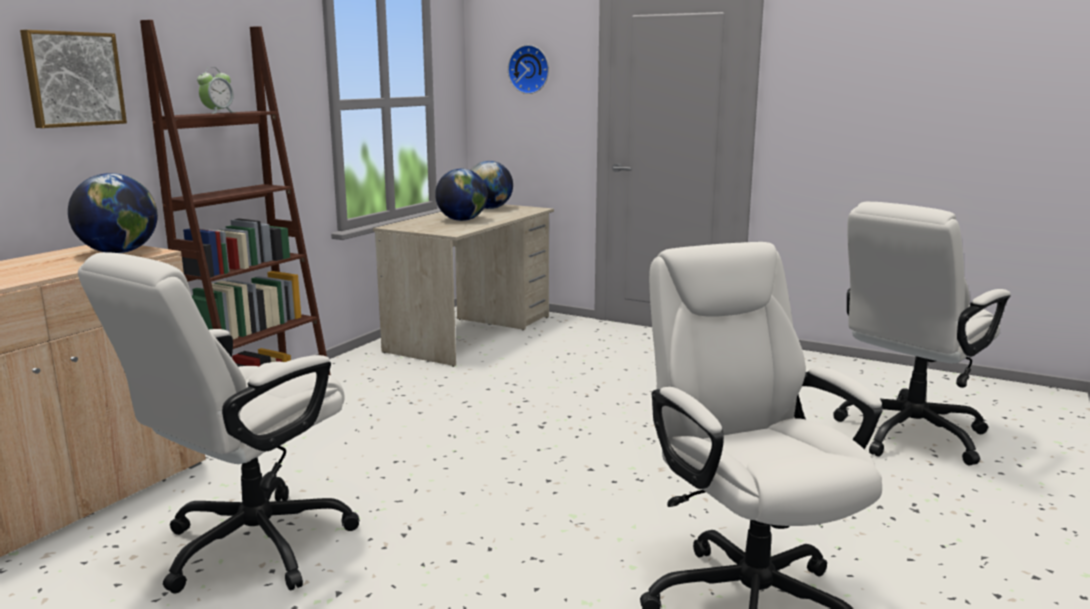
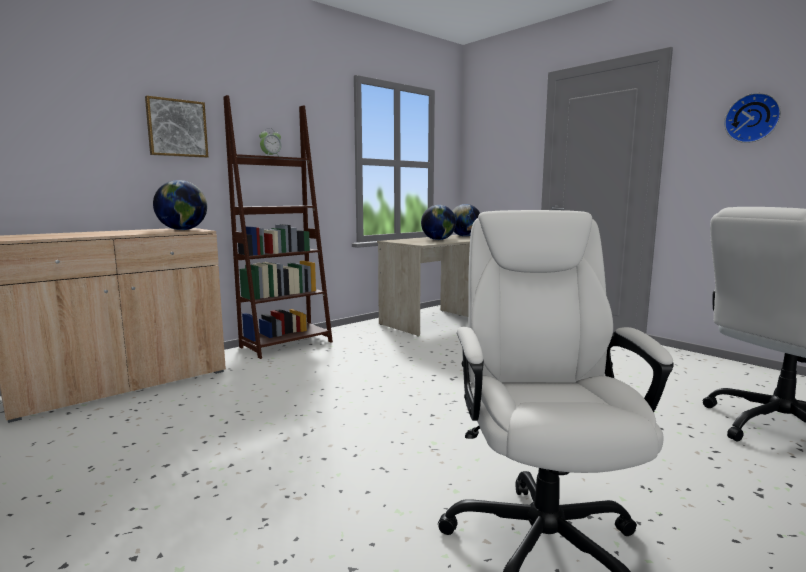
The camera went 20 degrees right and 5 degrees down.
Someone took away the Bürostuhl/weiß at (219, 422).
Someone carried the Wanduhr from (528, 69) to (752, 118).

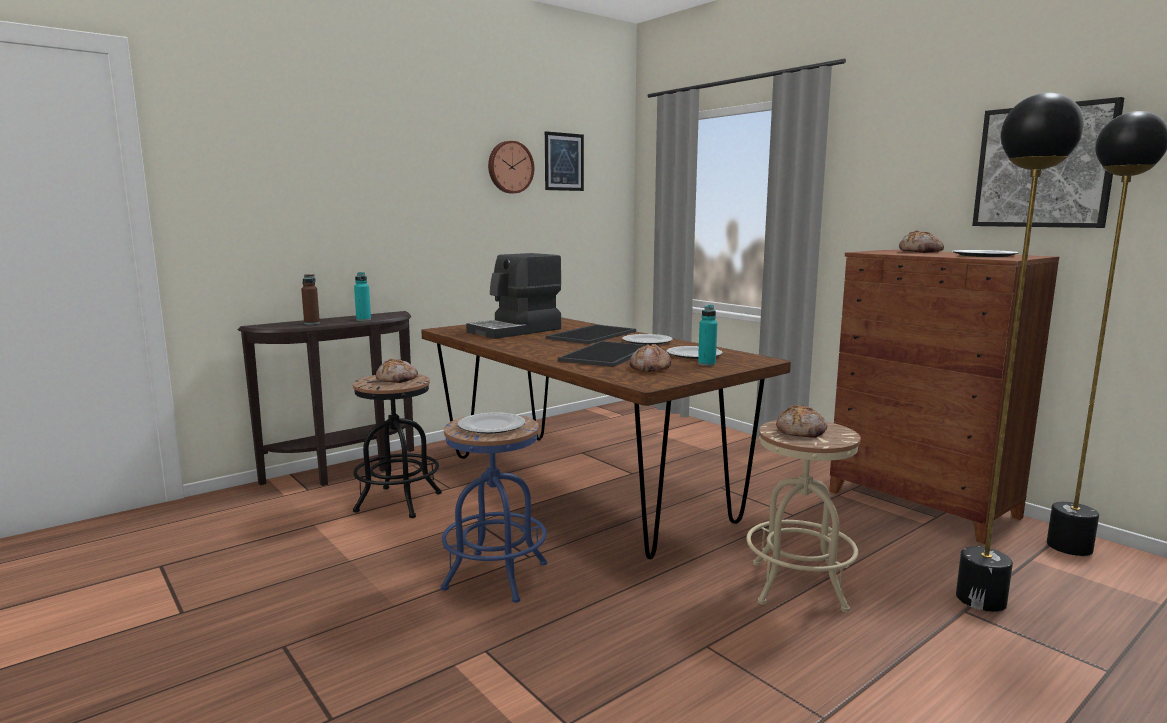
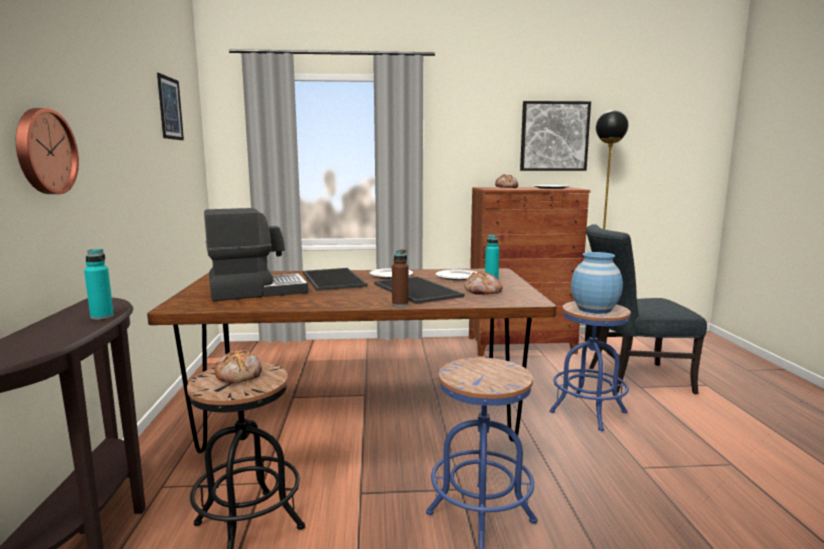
The camera went 55 degrees left and 0 degrees up.
Someone carried the Flasche/braun from (310, 299) to (400, 278).
Someone took away the Teller at (492, 423).
Someone rotated the Kaffeemaschine at (513, 296) by 105 degrees counterclockwise.
Someone carried the Wanduhr from (511, 166) to (47, 151).
Someone repainted the Hocker/beige at (803, 516), which became the Hocker/blau at (590, 366).
Someone swapped the Brot at (801, 421) for the Vase/blau at (597, 283).
Someone swapped the Stehlampe/schwarz at (1020, 352) for the Stuhl/grau at (646, 309).

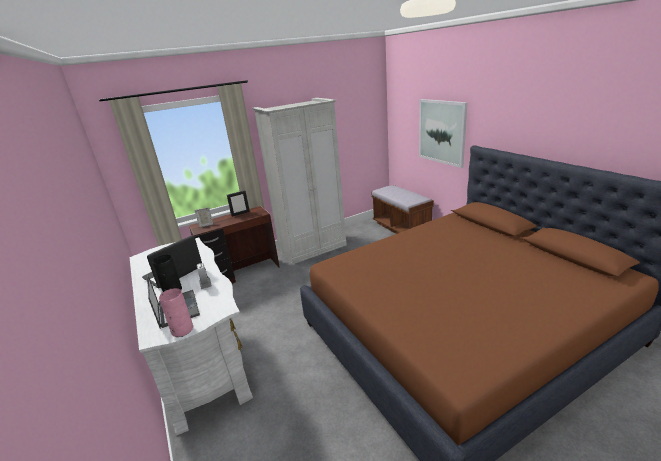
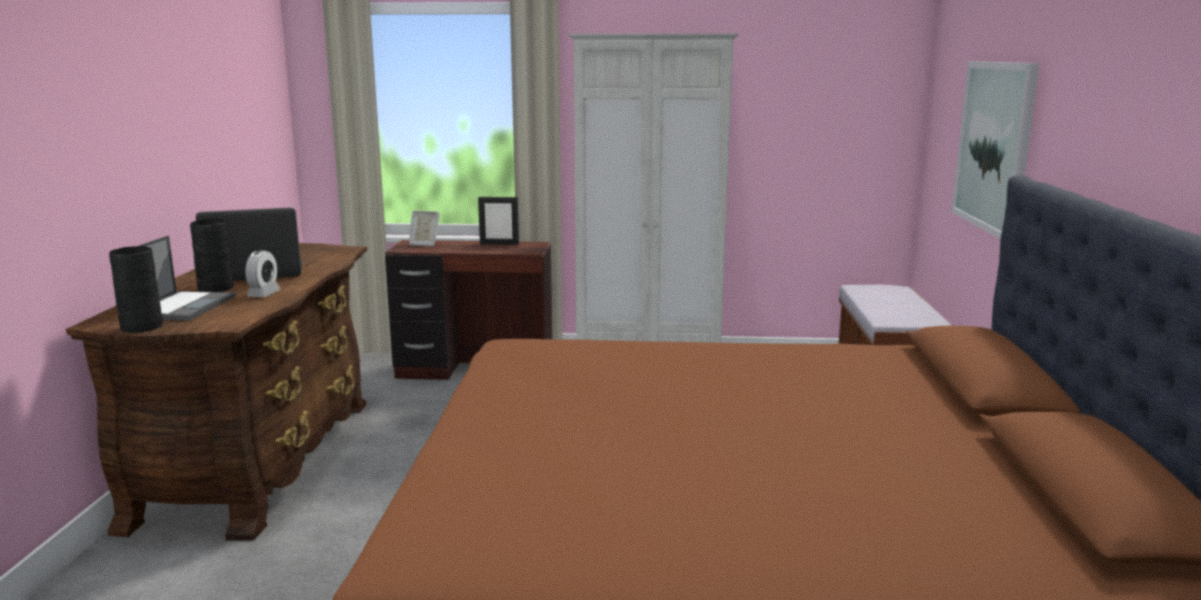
The camera went 30 degrees right and 10 degrees down.
Someone repainted the Kommode/weiß at (191, 336), which became the Kommode/braun at (217, 392).
Someone repainted the Vase/rosa at (176, 312), which became the Vase/schwarz at (136, 289).

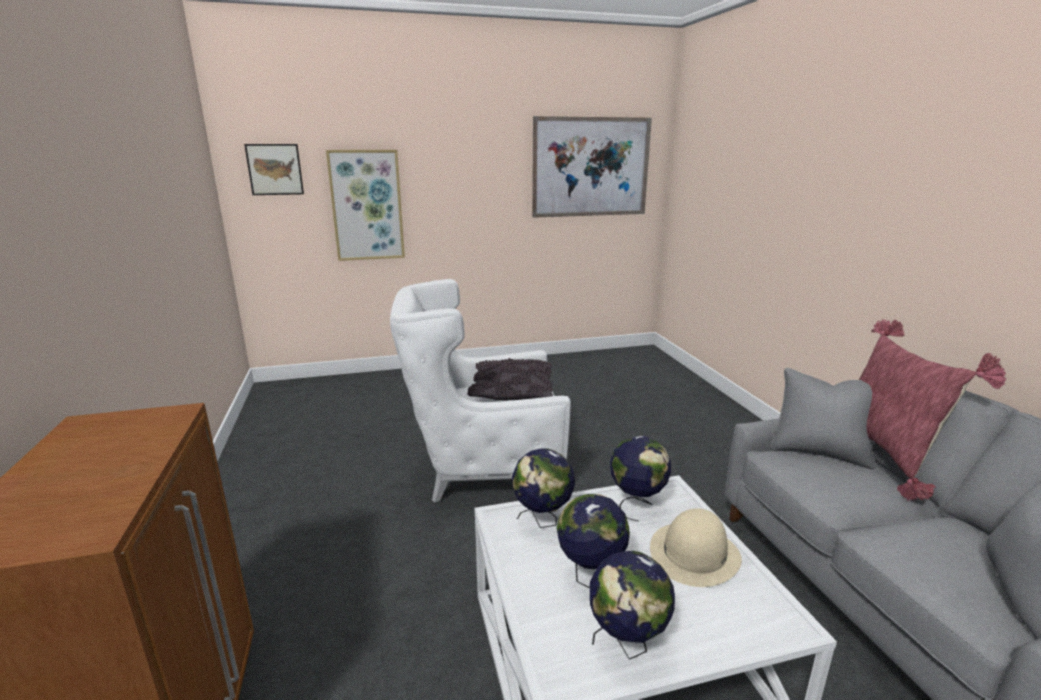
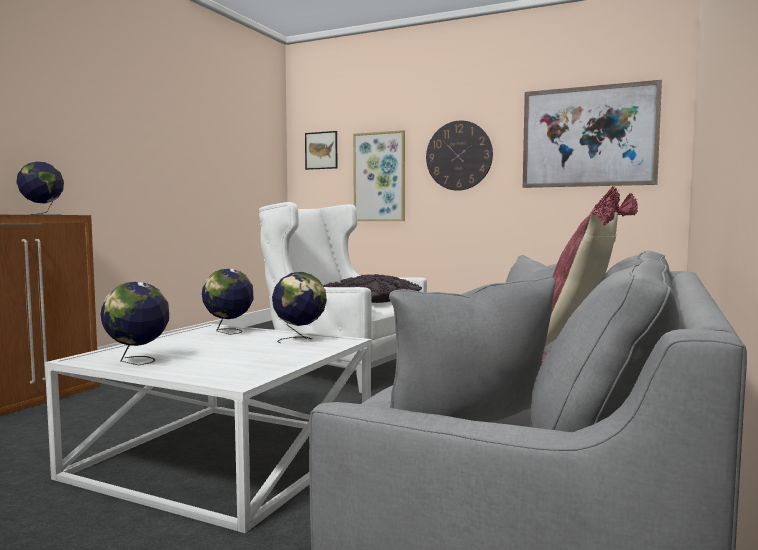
The camera went 40 degrees right and 15 degrees down.
Someone carried the Globus from (593, 541) to (40, 188).
Someone took away the Hut/beige at (696, 547).
Someone put up the Wanduhr at (459, 155).

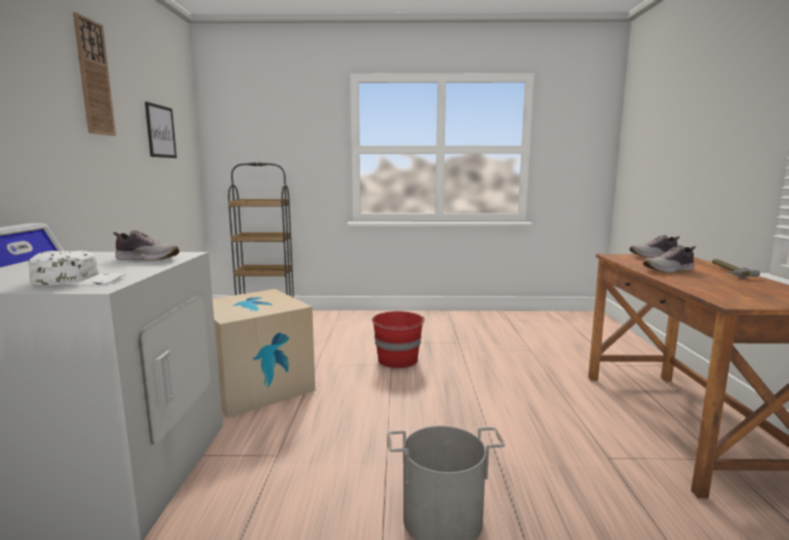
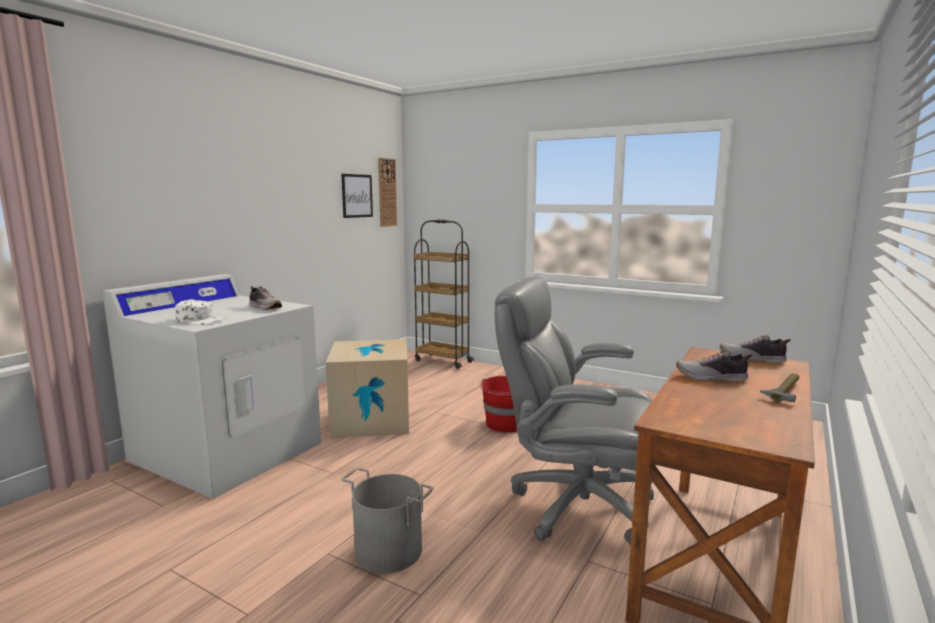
The camera went 30 degrees right and 0 degrees up.
Someone carried the Wanduhr from (94, 74) to (387, 192).
Someone put down the Bürostuhl/grau at (574, 411).

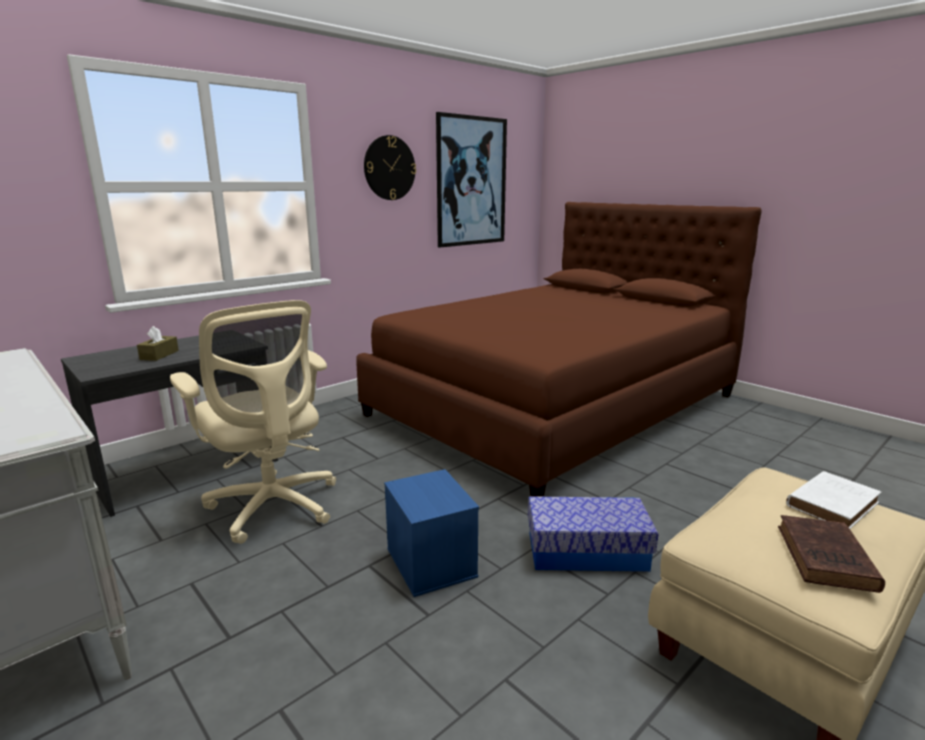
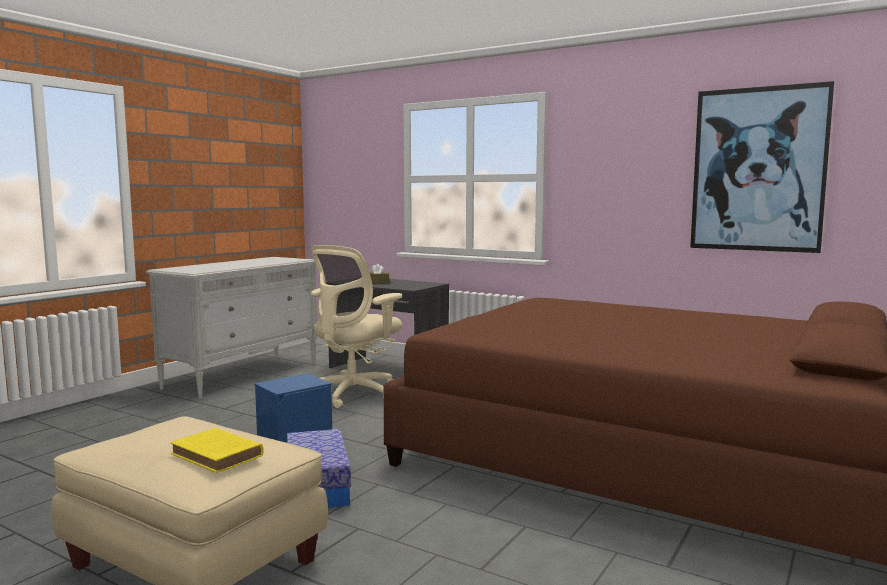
The camera went 75 degrees right and 10 degrees down.
Someone took away the Wanduhr at (390, 167).
Someone took away the Buch/braun at (831, 554).
Someone repainted the Buch/weiß at (833, 500), which became the Buch/gelb at (217, 450).

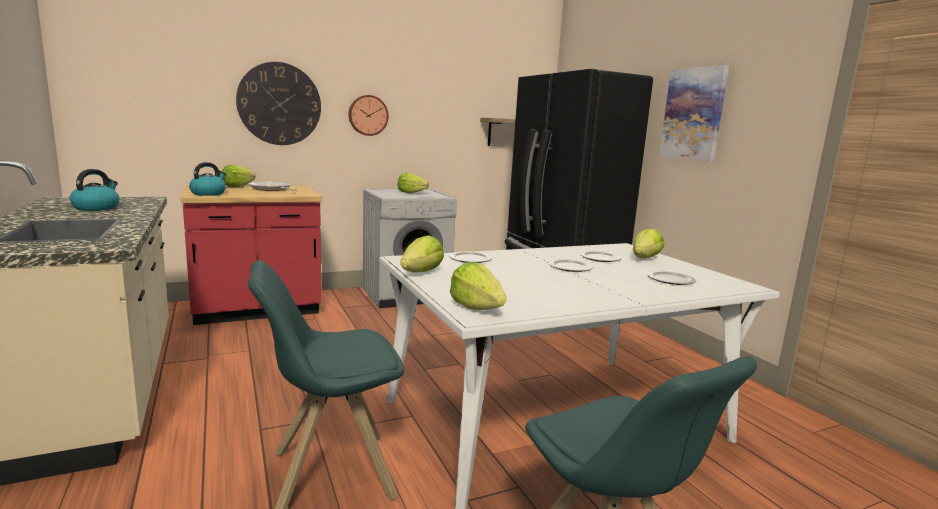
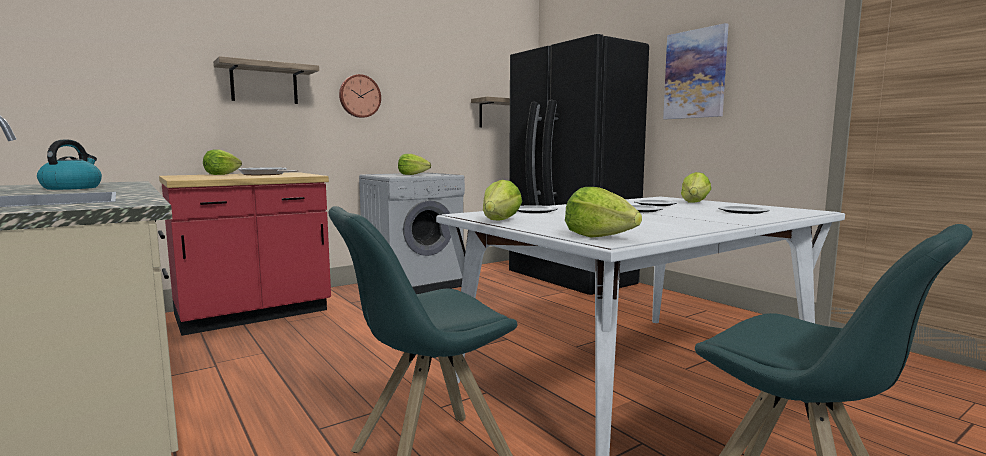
The camera went 10 degrees left and 5 degrees down.
Someone took away the Wasserkessel at (207, 179).
Someone swapped the Wanduhr at (278, 103) for the Wandregal at (266, 80).

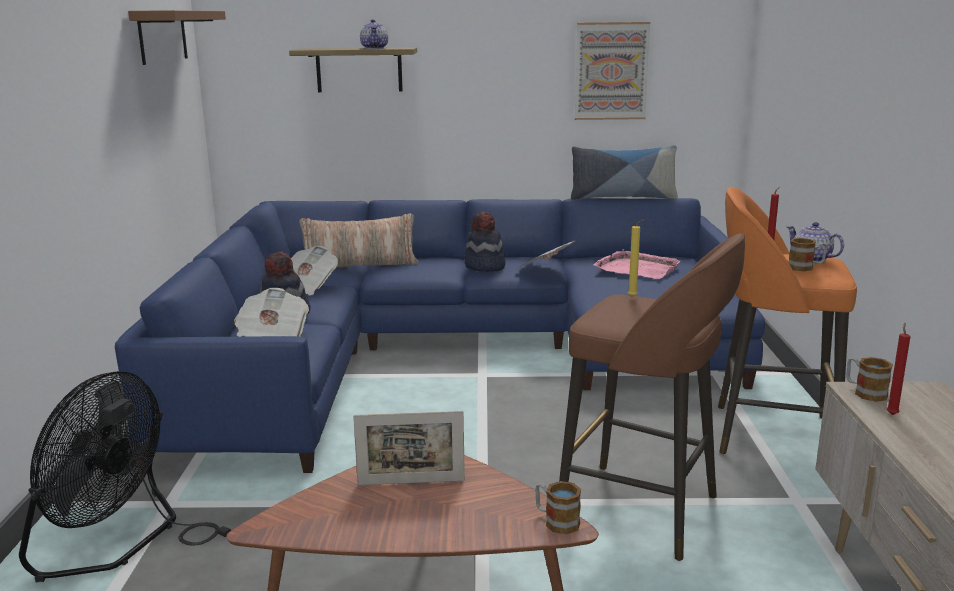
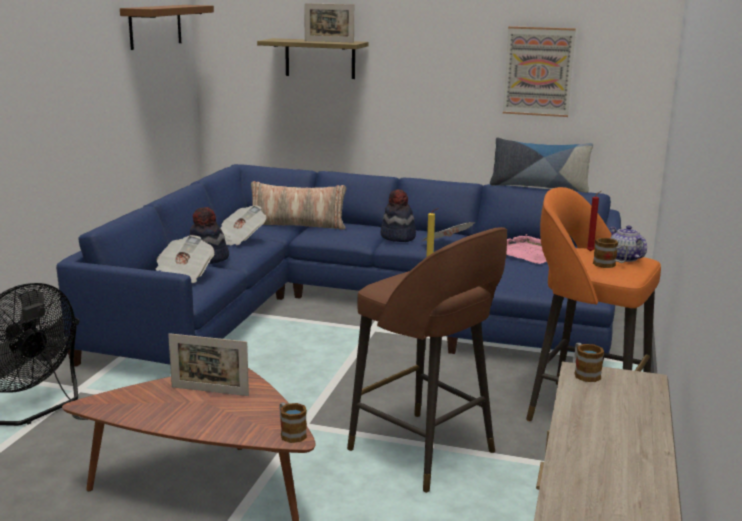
The camera went 15 degrees right and 0 degrees up.
Someone swapped the Teekanne at (374, 34) for the Bilderrahmen at (329, 23).
Someone took away the Kerze/rot at (898, 369).

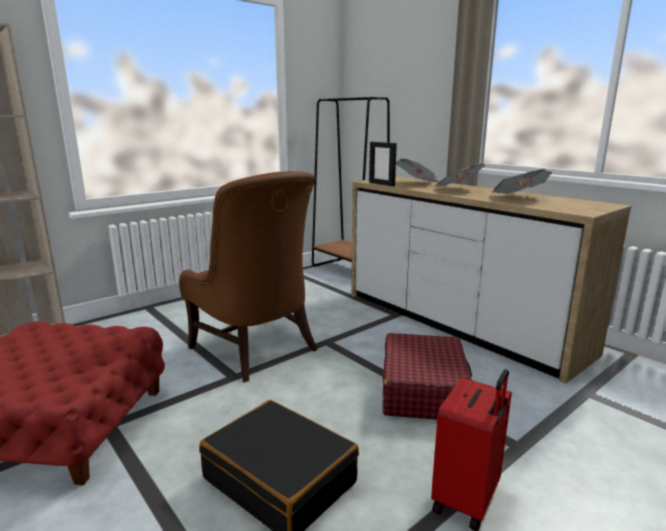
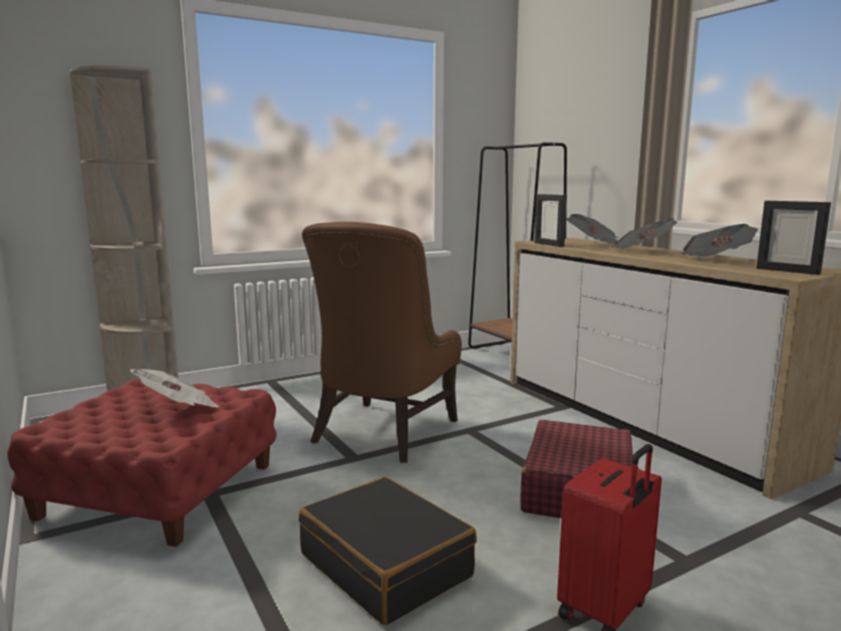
The camera went 10 degrees right and 5 degrees down.
Someone rotated the Stuhl/braun at (248, 276) by 60 degrees clockwise.
Someone put down the Zeitung at (174, 388).
Someone put down the Bilderrahmen at (793, 238).

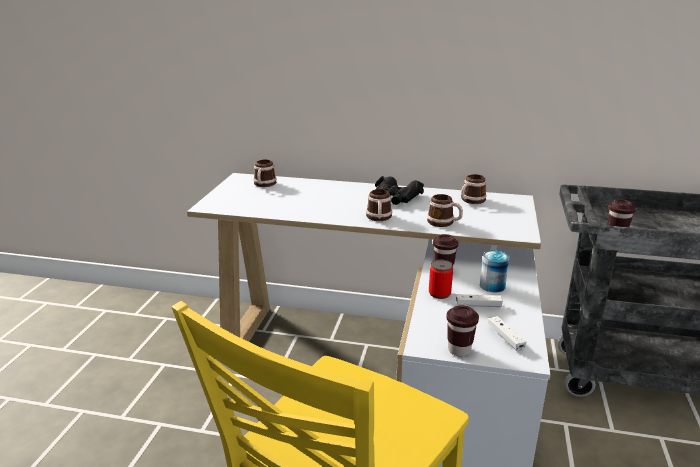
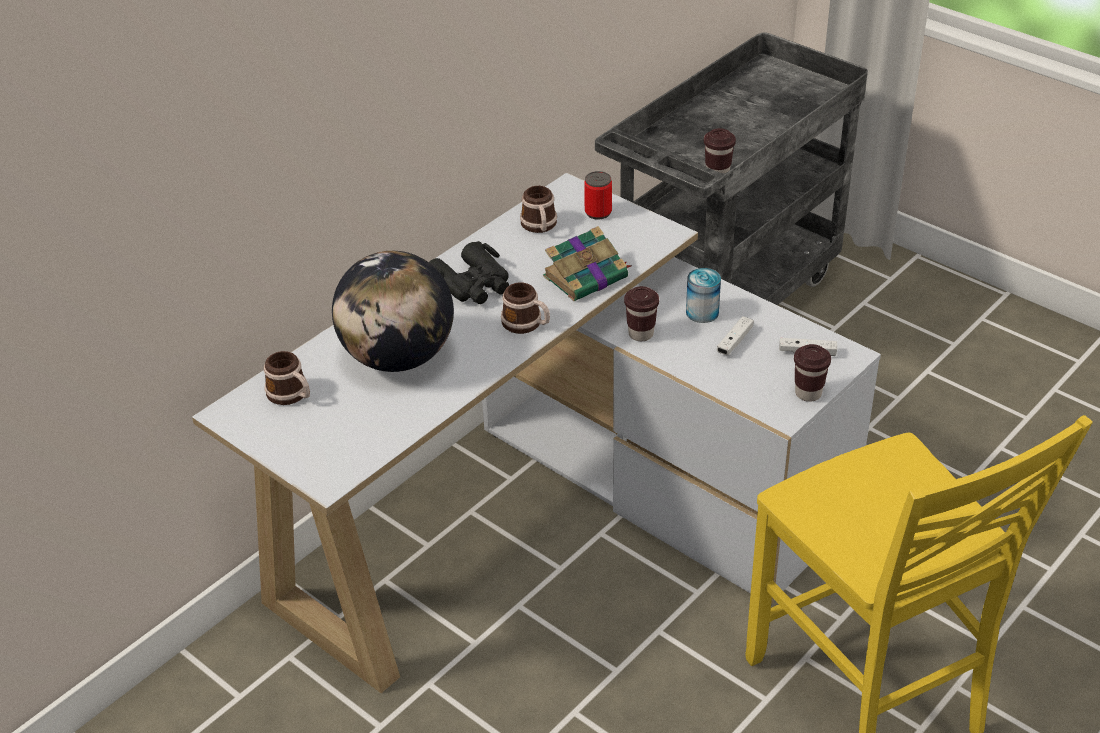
The camera went 60 degrees left and 15 degrees up.
Someone swapped the Henkelbecher at (445, 210) for the Buch at (587, 263).
Someone carried the Dose from (441, 279) to (598, 195).
Someone put down the Globus at (393, 311).

